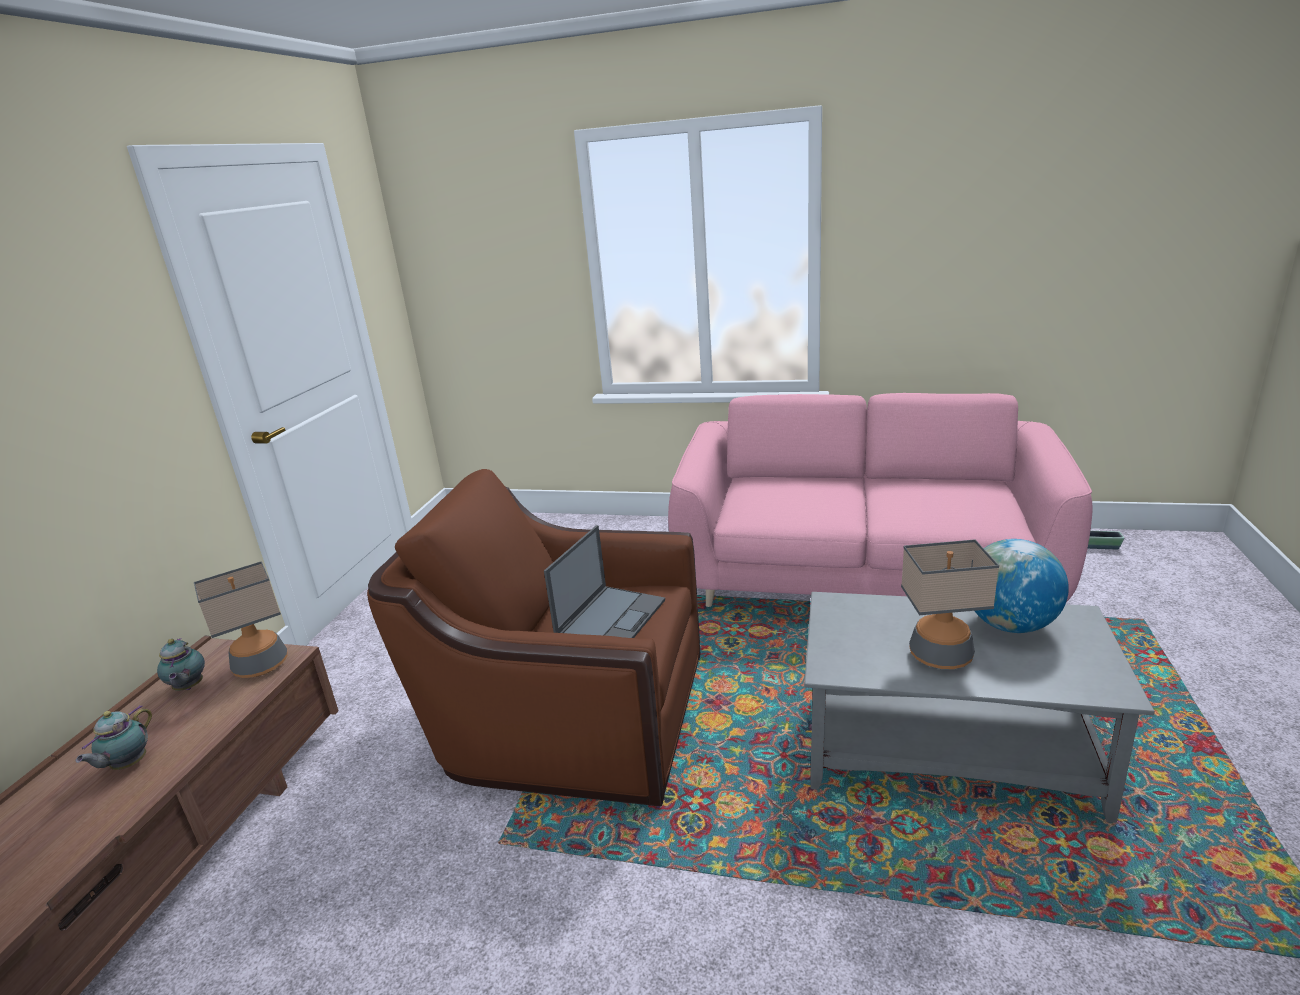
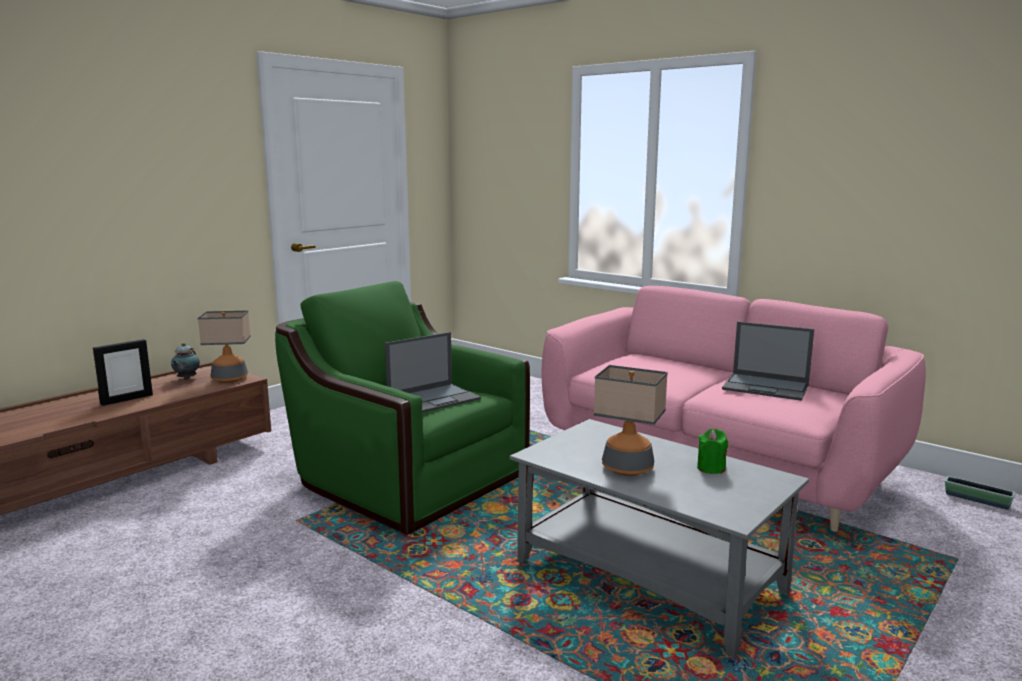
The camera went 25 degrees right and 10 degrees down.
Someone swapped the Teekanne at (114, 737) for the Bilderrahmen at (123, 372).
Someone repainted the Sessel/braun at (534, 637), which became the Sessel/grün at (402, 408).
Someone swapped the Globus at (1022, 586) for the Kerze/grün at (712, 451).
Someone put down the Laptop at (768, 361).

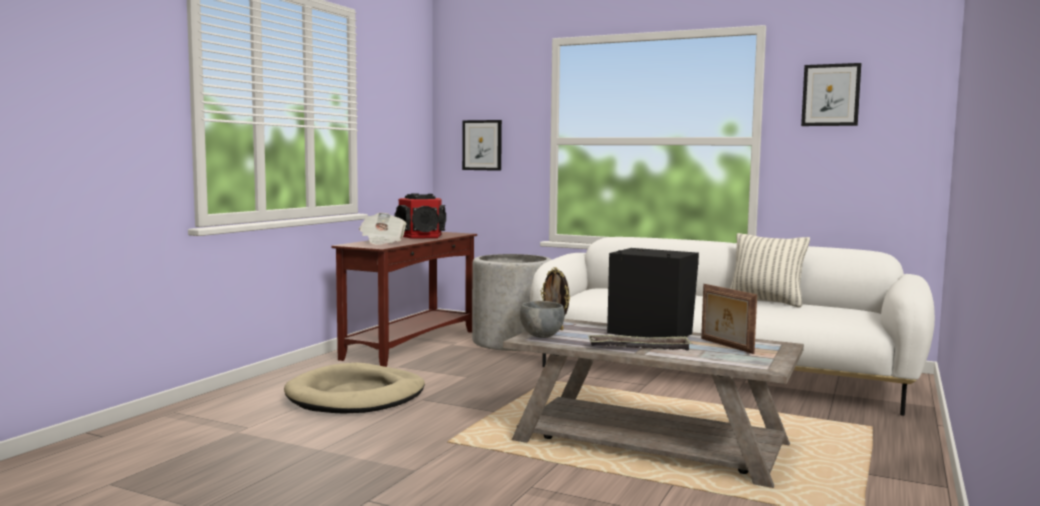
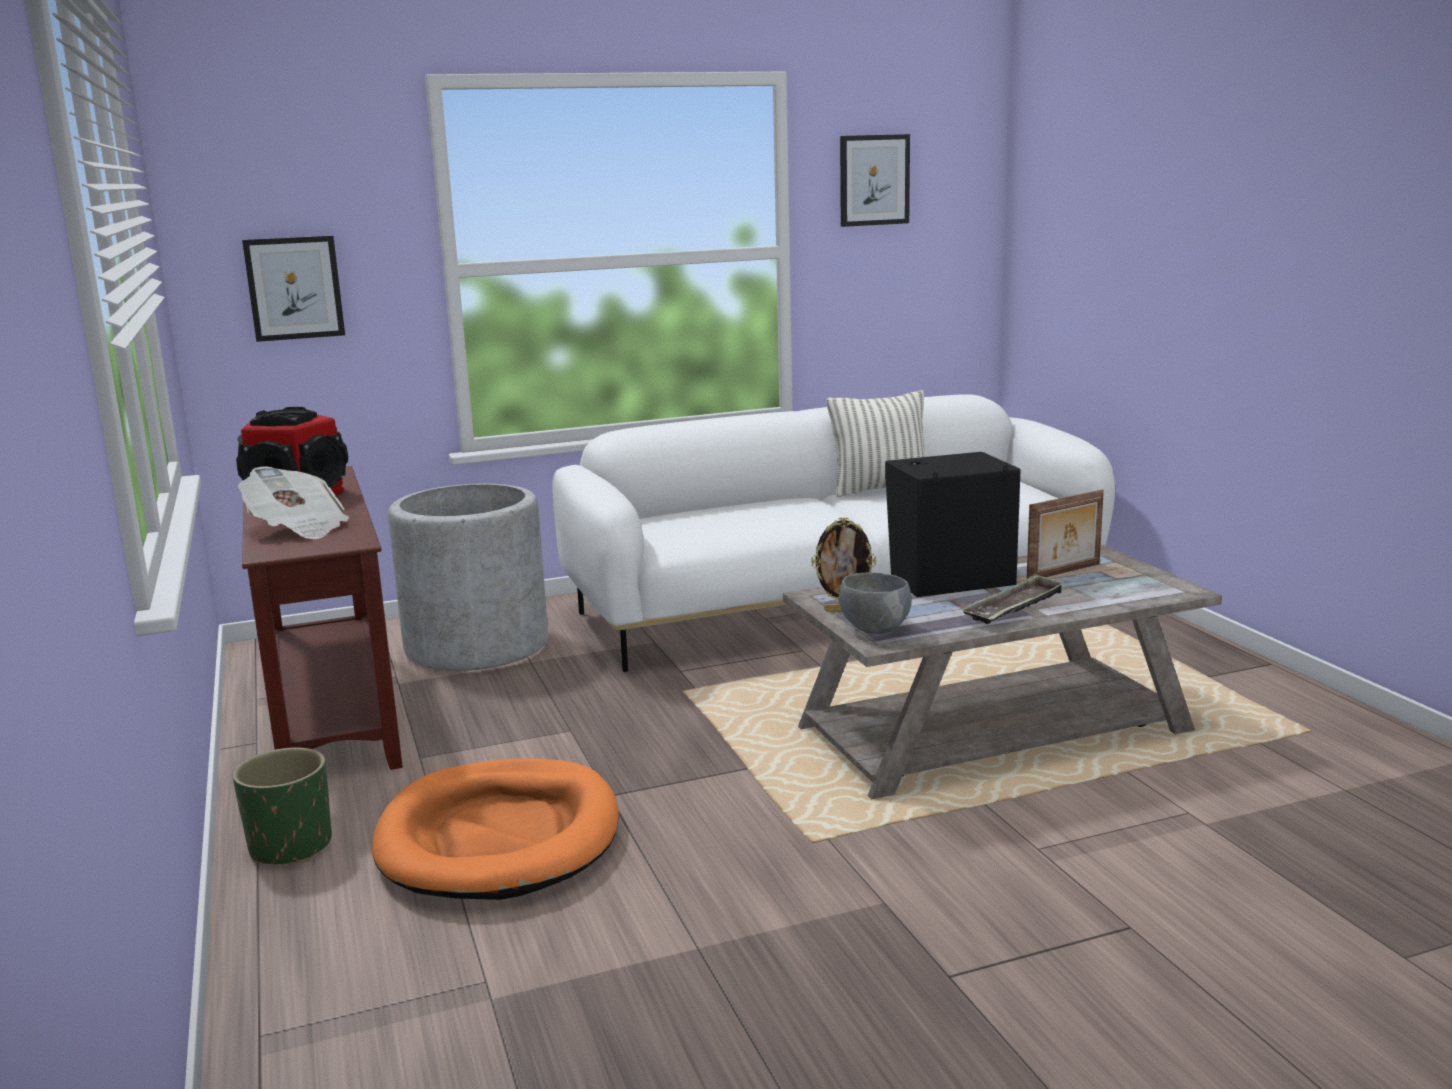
The camera went 45 degrees left and 10 degrees up.
Someone repainted the Hundebett/beige at (354, 388), which became the Hundebett/orange at (495, 829).
Someone rotated the Bilderrahmen at (729, 319) by 45 degrees counterclockwise.
Someone put down the Pflanzkübel/grün at (282, 806).

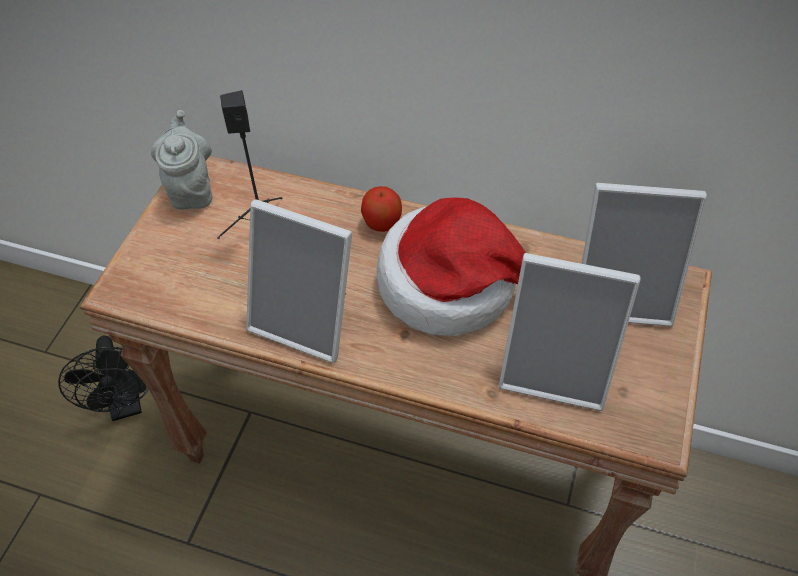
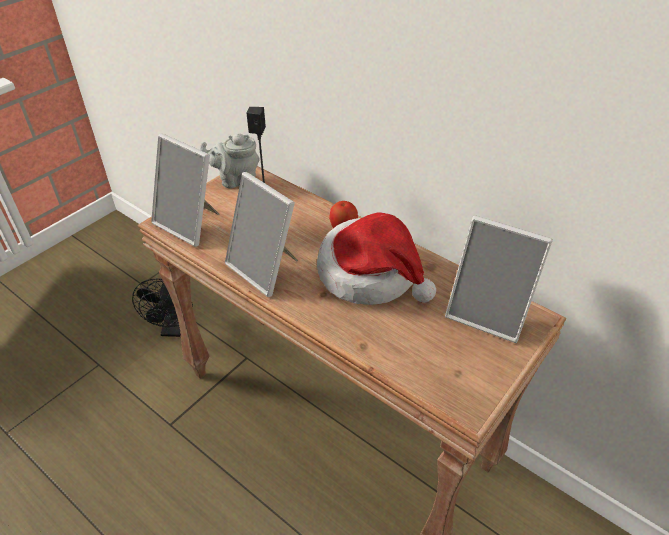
The camera went 20 degrees right and 10 degrees down.
Someone rotated the Teekanne/grau at (181, 159) by 105 degrees counterclockwise.
Someone carried the Bilderrahmen from (570, 332) to (185, 190).

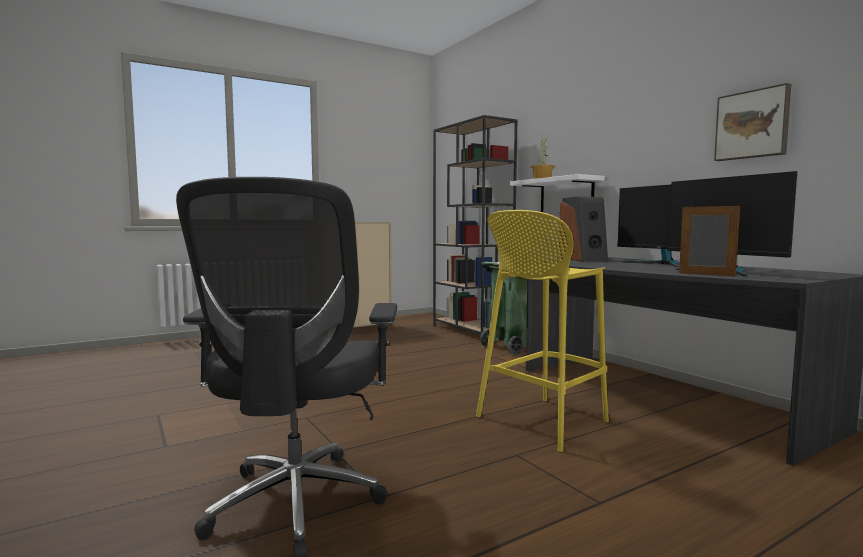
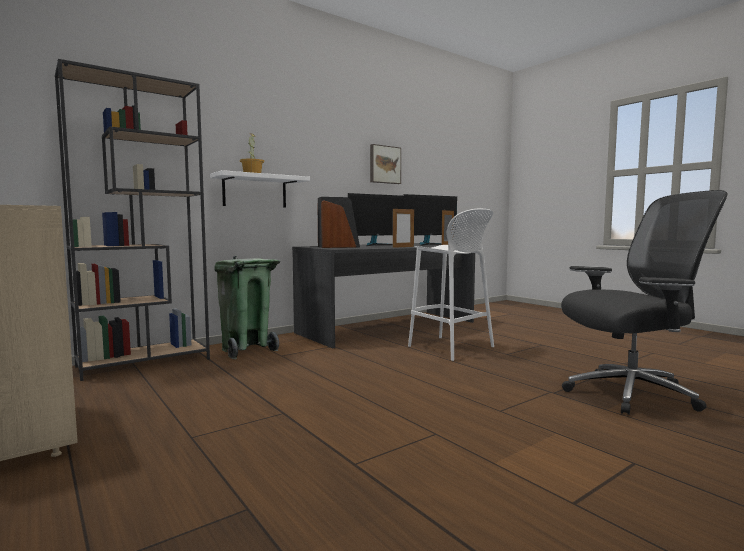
The camera went 95 degrees left and 0 degrees up.
Someone repainted the Hocker/gelb at (542, 331), which became the Hocker/weiß at (451, 285).
Someone put down the Bilderrahmen at (403, 228).

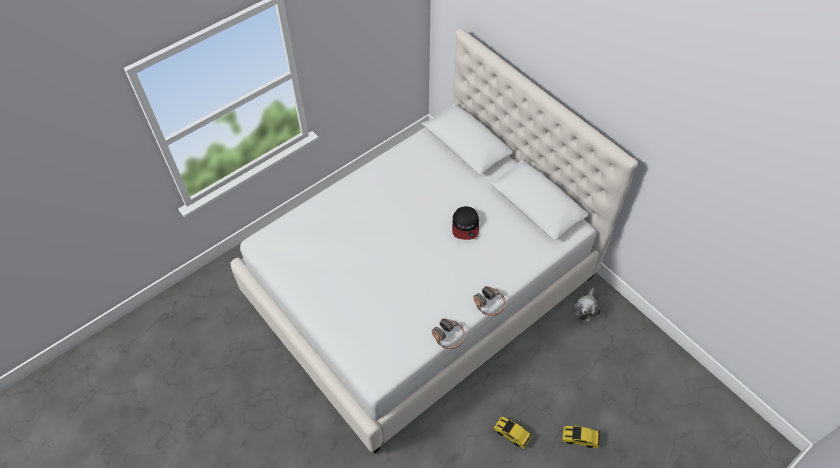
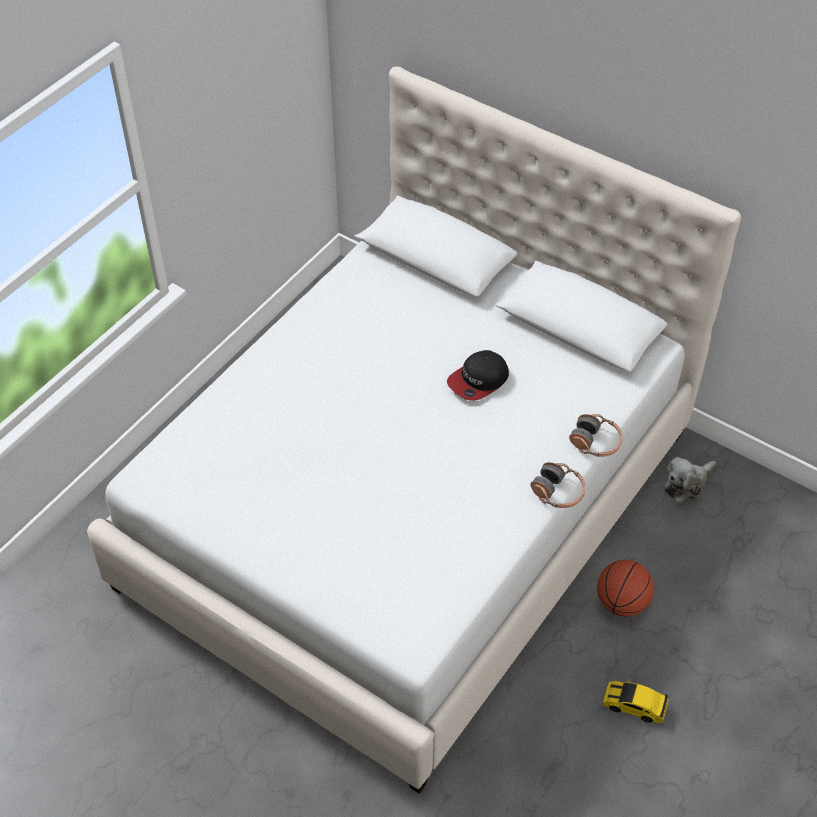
The camera went 15 degrees left and 5 degrees down.
Someone carried the Kopfhörer from (448, 333) to (596, 435).
Someone rotated the Kappe at (465, 223) by 60 degrees clockwise.
Someone took away the Spielzeugauto at (581, 436).
Someone rotated the Plüschtier at (587, 305) by 45 degrees clockwise.
Someone put down the Basketball at (625, 588).

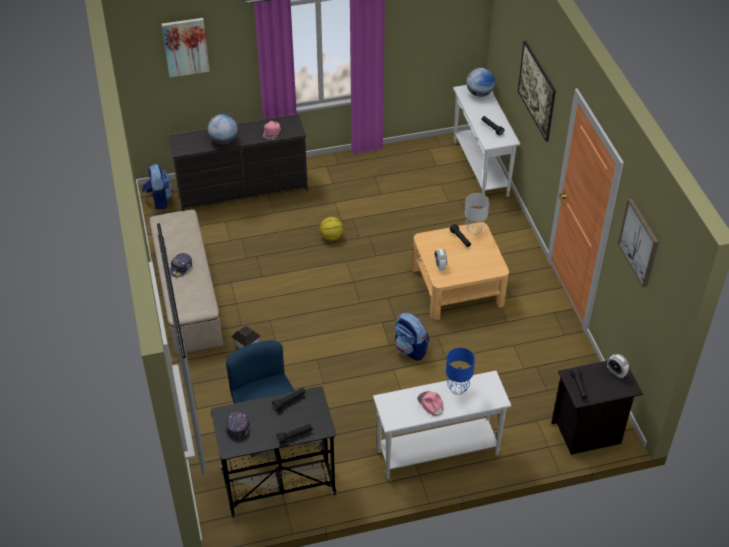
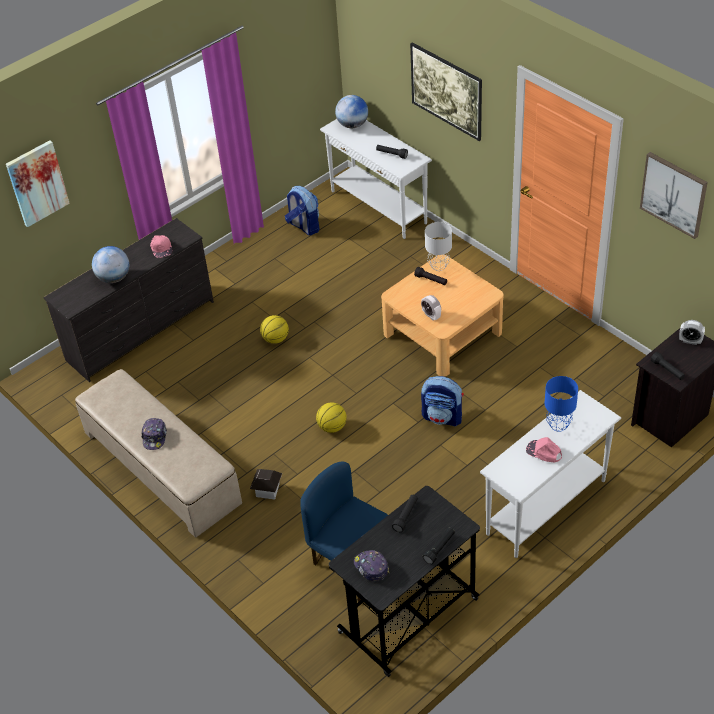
The camera went 25 degrees left and 0 degrees up.
Someone carried the Rucksack from (157, 187) to (302, 210).
Someone put down the Basketball at (331, 417).

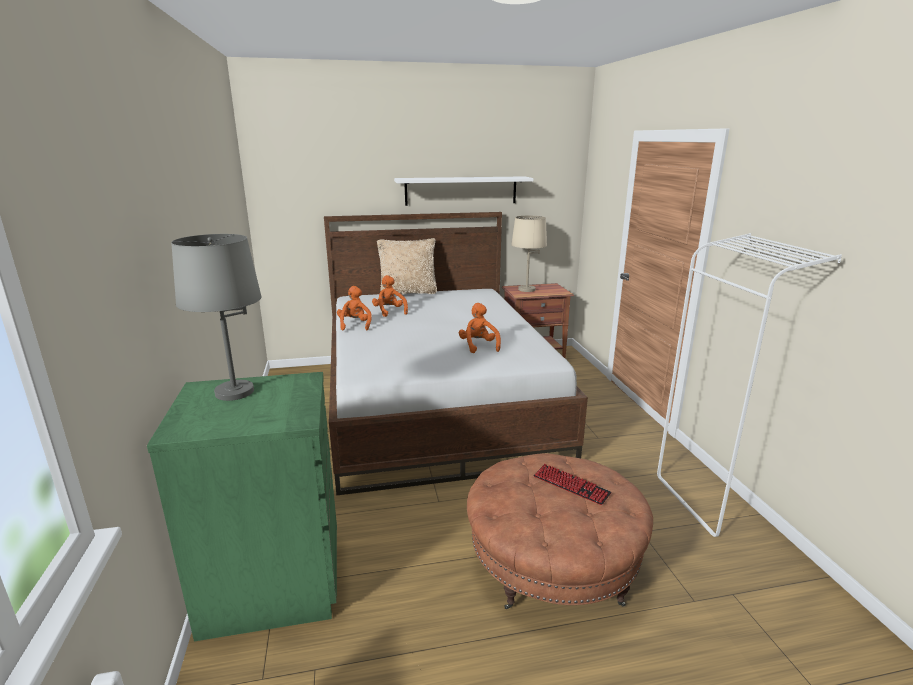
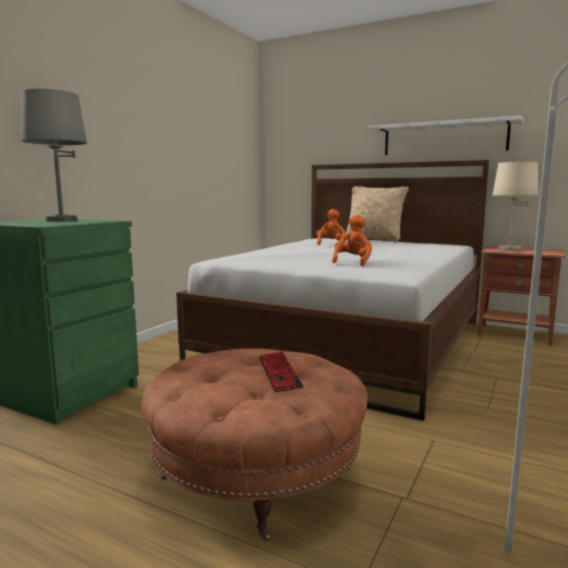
The camera went 40 degrees right and 10 degrees down.
Someone took away the Plüschtier/orange at (354, 308).

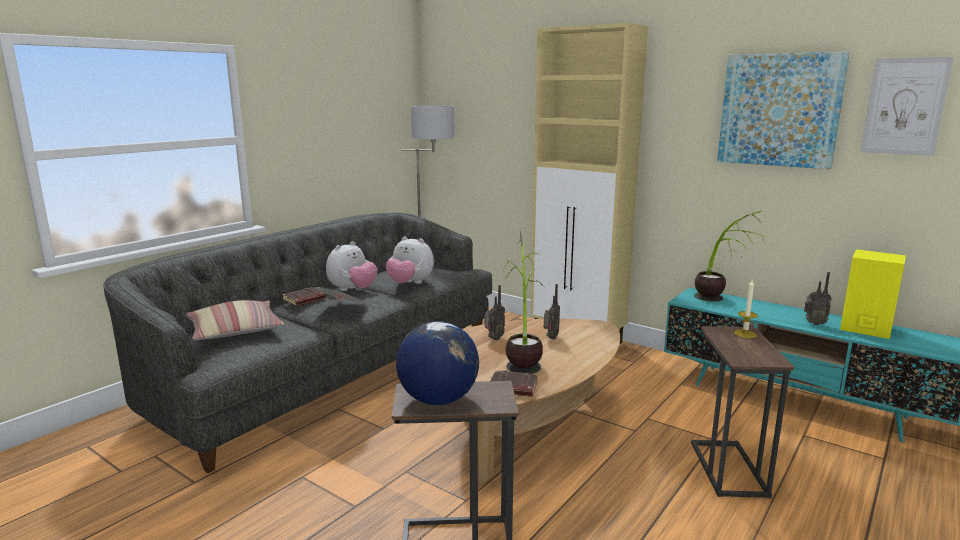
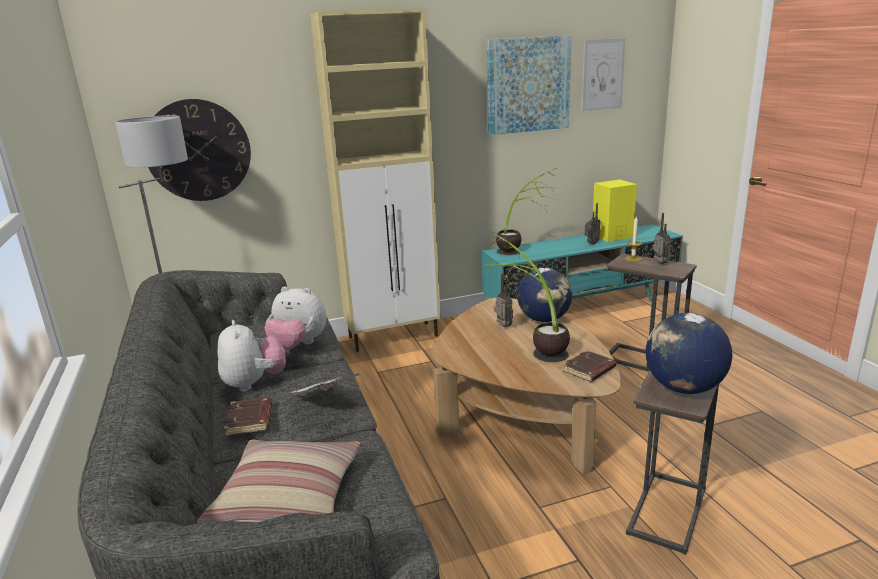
The camera went 55 degrees left and 5 degrees up.
Someone rotated the Plüschtier at (410, 260) by 45 degrees clockwise.
Someone carried the Radio from (495, 312) to (661, 238).
Someone put up the Wanduhr at (199, 150).
Someone put down the Globus at (544, 295).

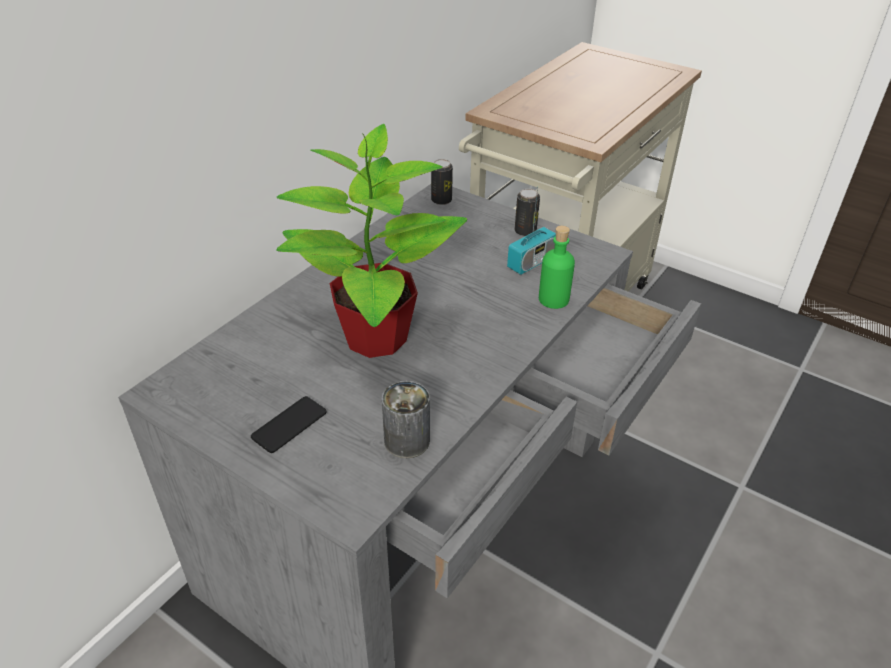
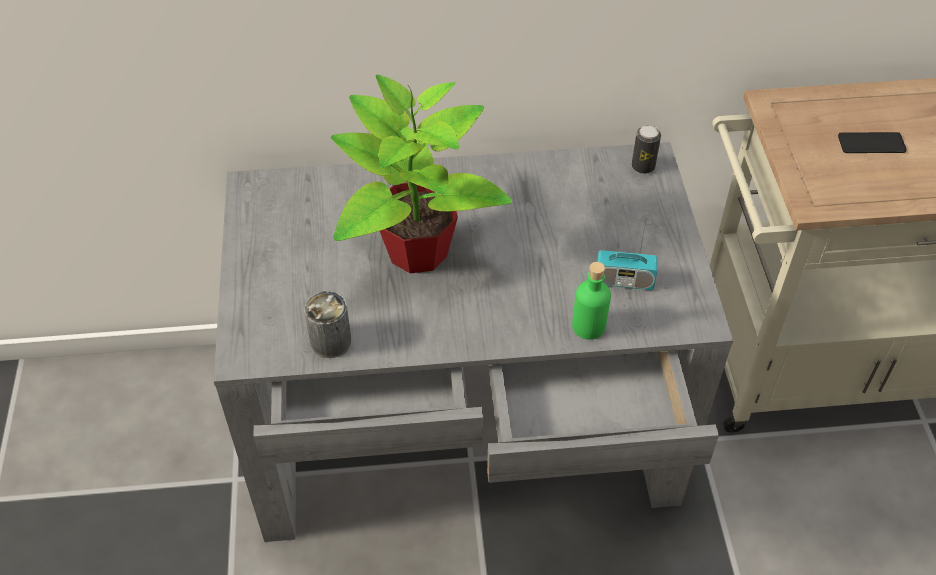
The camera went 50 degrees right and 10 degrees up.
Someone carried the Handy from (289, 424) to (872, 142).
Someone took away the Dose at (527, 213).

